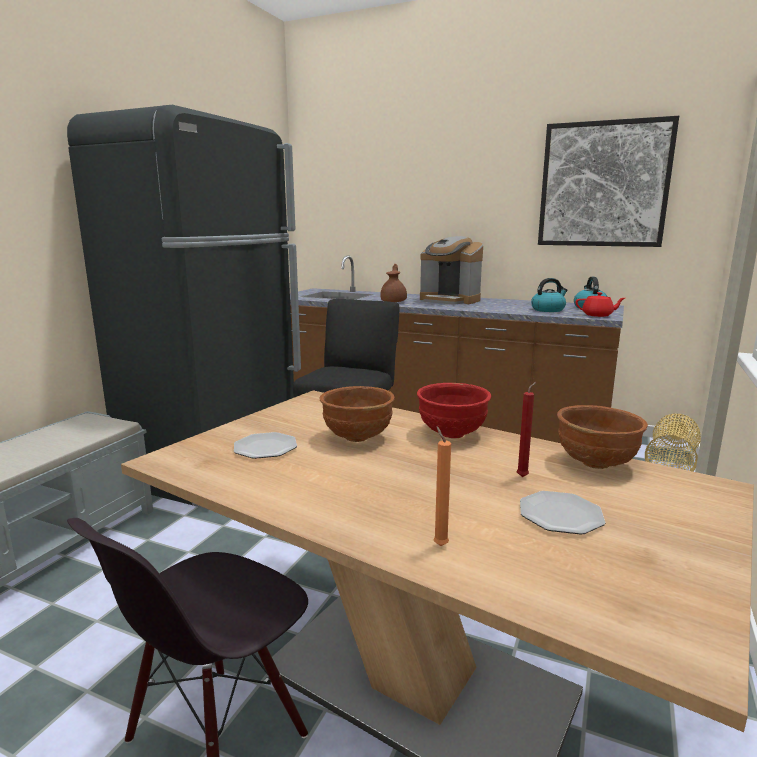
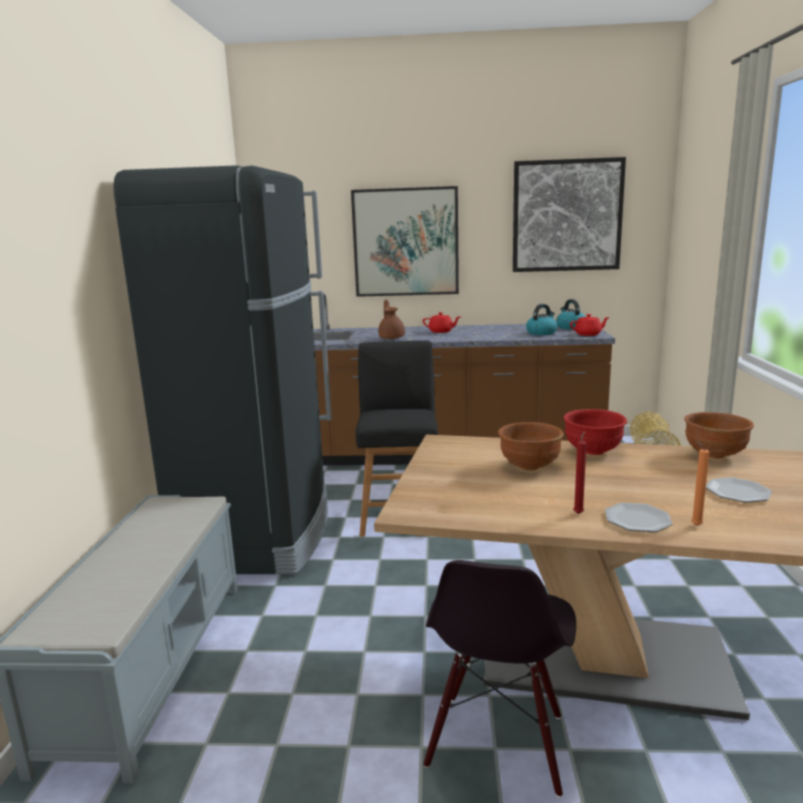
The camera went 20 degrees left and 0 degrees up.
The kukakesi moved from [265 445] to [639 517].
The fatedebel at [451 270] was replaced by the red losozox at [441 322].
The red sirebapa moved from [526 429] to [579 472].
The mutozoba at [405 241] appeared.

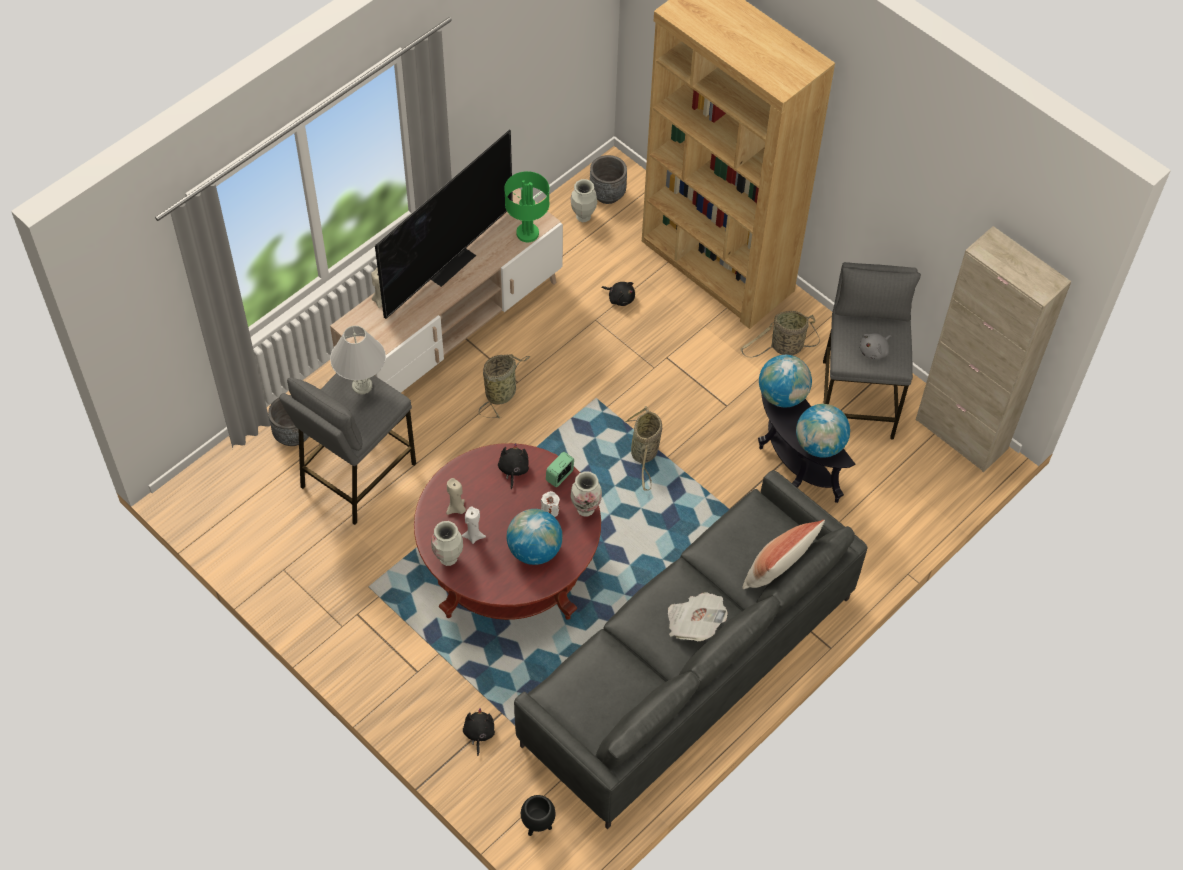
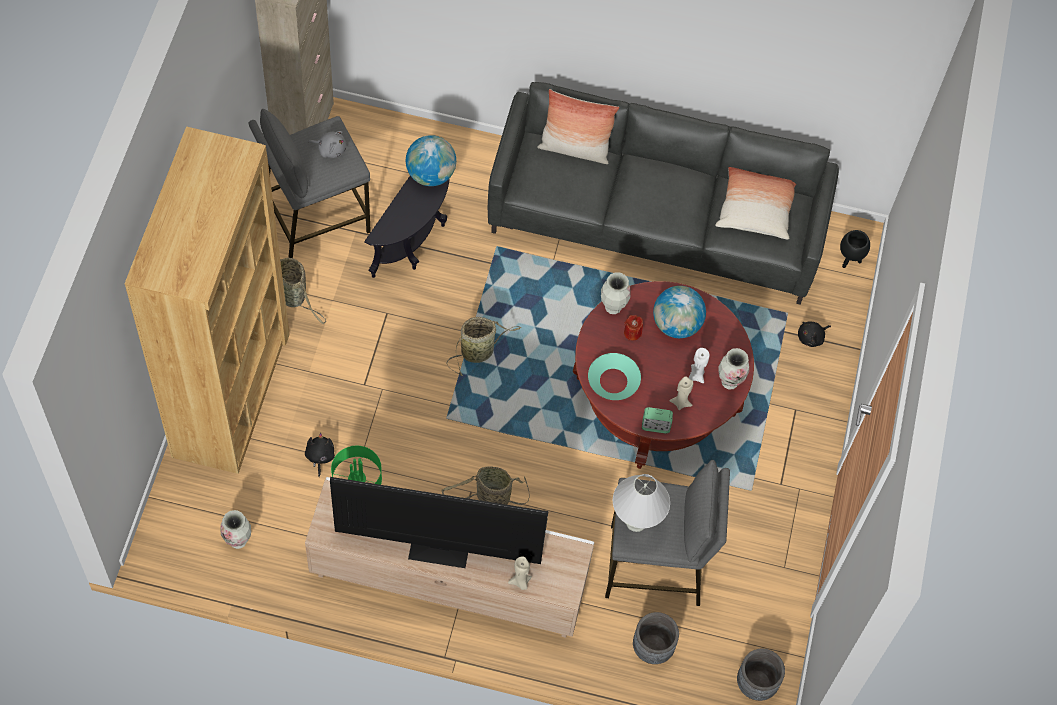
The camera went 125 degrees left and 5 degrees up.
The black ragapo at [513 466] was replaced by the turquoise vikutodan at [614 376].
The white sirebapa at [550 504] became the red sirebapa at [633 328].
The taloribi moved from [560 469] to [657 420].
The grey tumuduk moved from [608 179] to [761 675].
The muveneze at [698 616] disappeared.
The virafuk at [785 381] disappeared.
The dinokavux at [755 203] appeared.

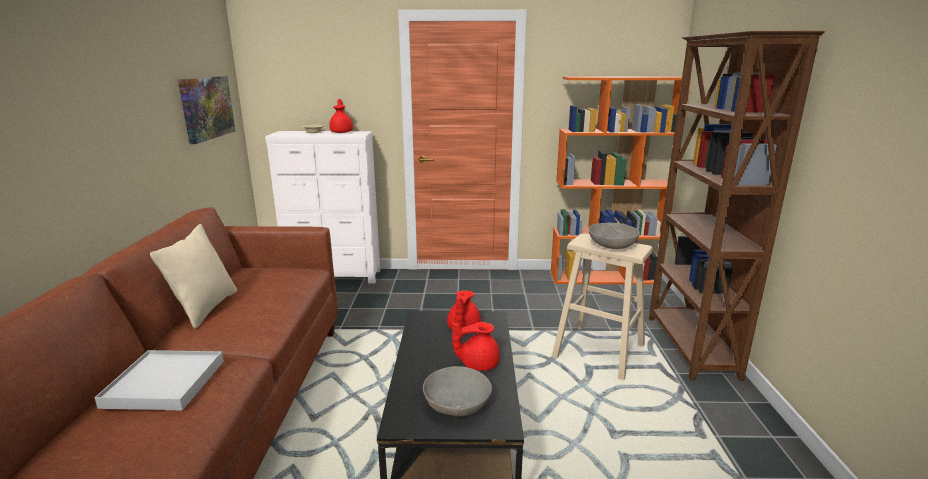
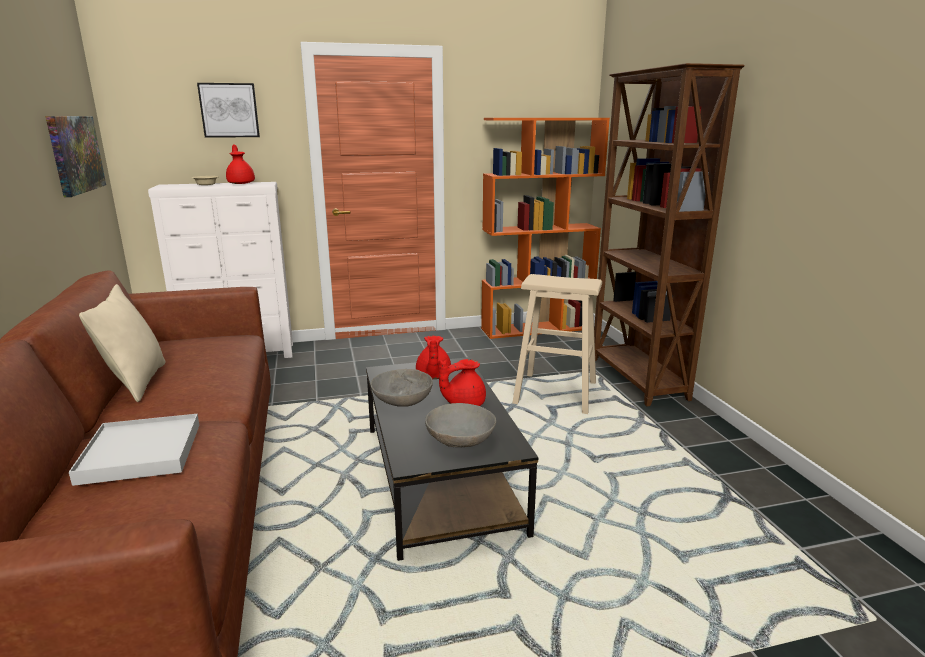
The camera went 15 degrees left and 0 degrees up.
The grey vikutodan moved from [614 236] to [401 388].
The mutozoba at [228 110] appeared.

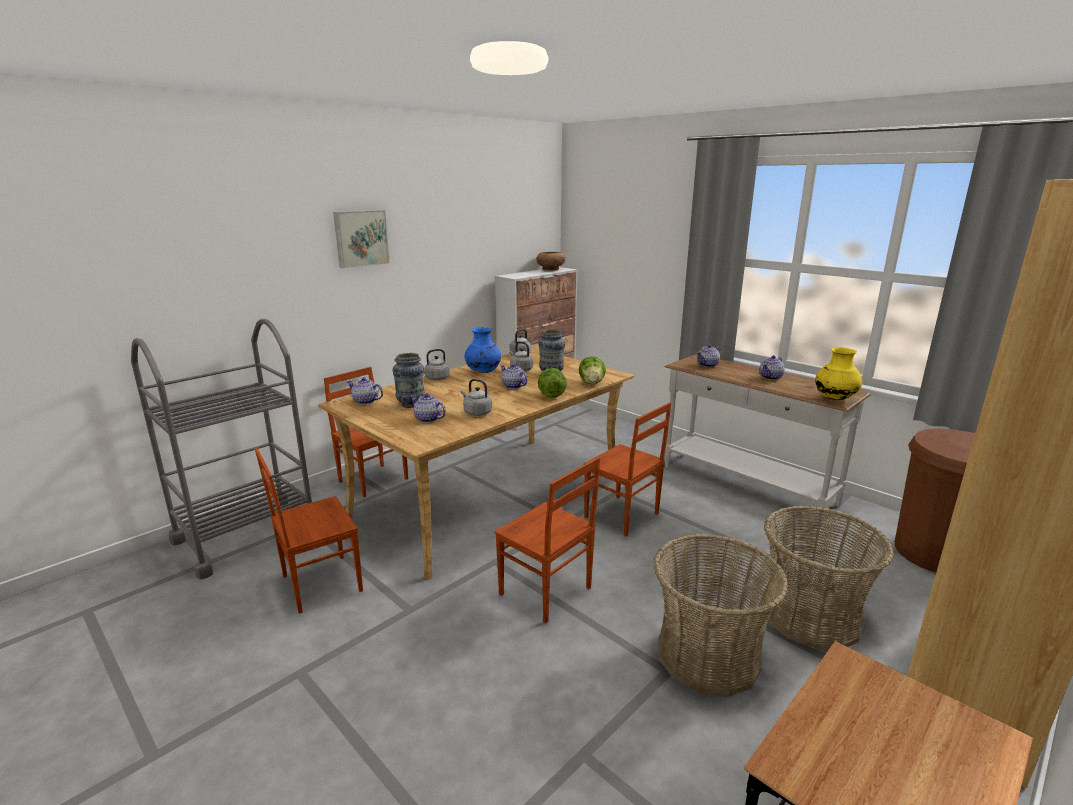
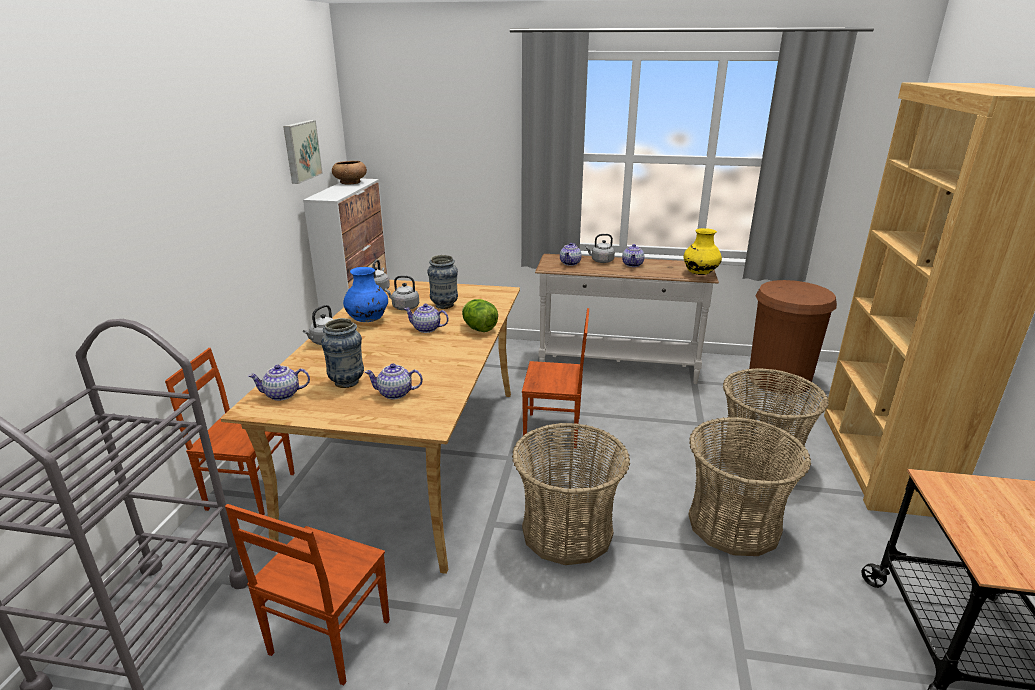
The camera went 35 degrees left and 5 degrees up.
The mutozoba moved from [361 239] to [303 152].
The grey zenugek moved from [476 397] to [600 248].
The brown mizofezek at [547 540] was replaced by the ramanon at [571 494].
The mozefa at [592 370] disappeared.

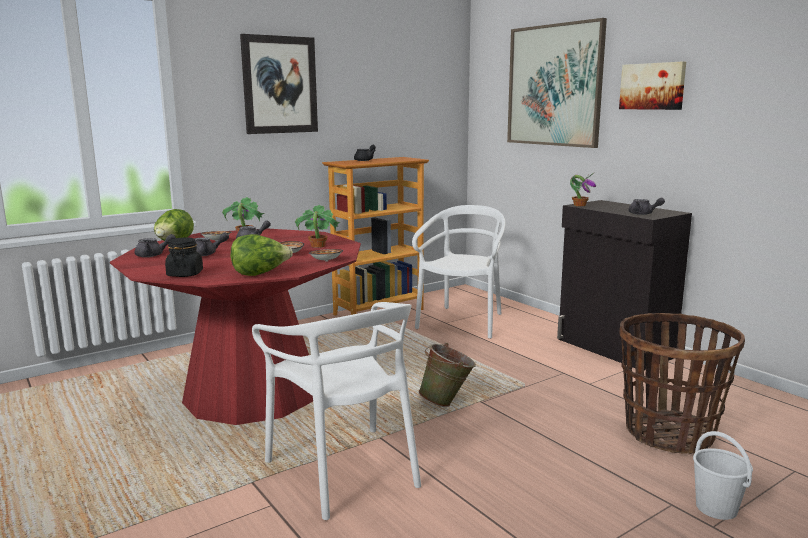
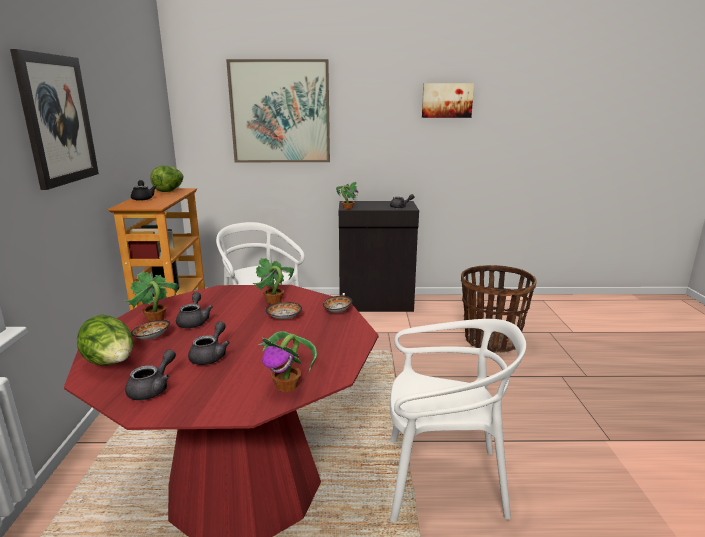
The camera went 55 degrees left and 5 degrees up.
The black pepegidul at [184 257] was replaced by the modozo at [287 361].
The mozefa moved from [261 255] to [166 178].
The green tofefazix at [447 375] disappeared.
The mutozoba moved from [652 85] to [448 100].
The white tofefazix at [723 475] disappeared.

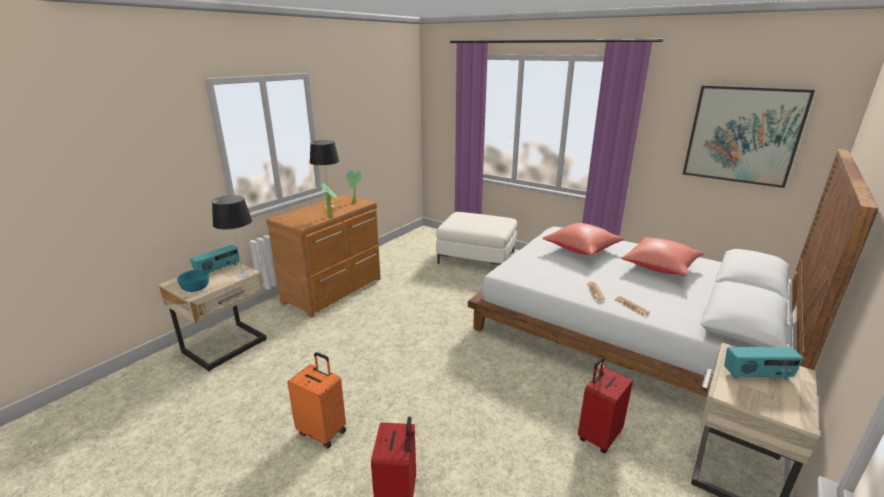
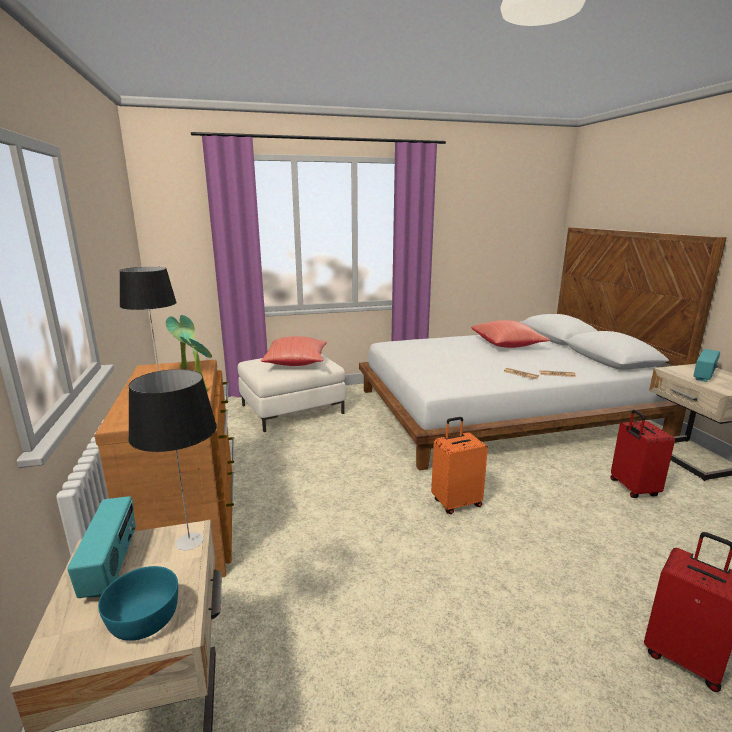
The camera went 50 degrees left and 5 degrees down.
The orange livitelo moved from [316 400] to [459 465].
The red dinokavux moved from [583 239] to [294 351].
The mutozoba at [749 136] disappeared.

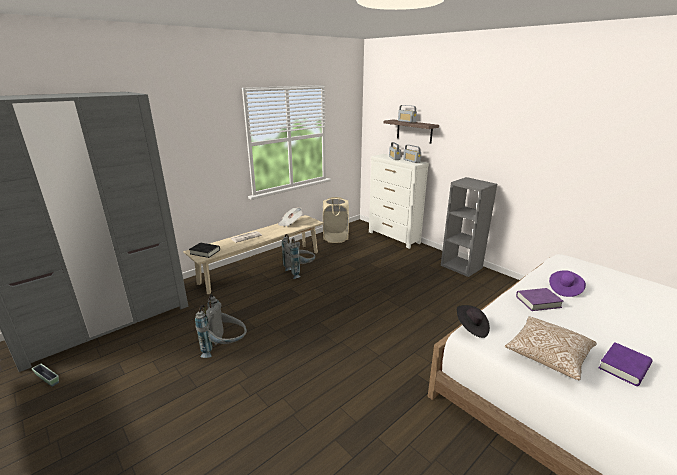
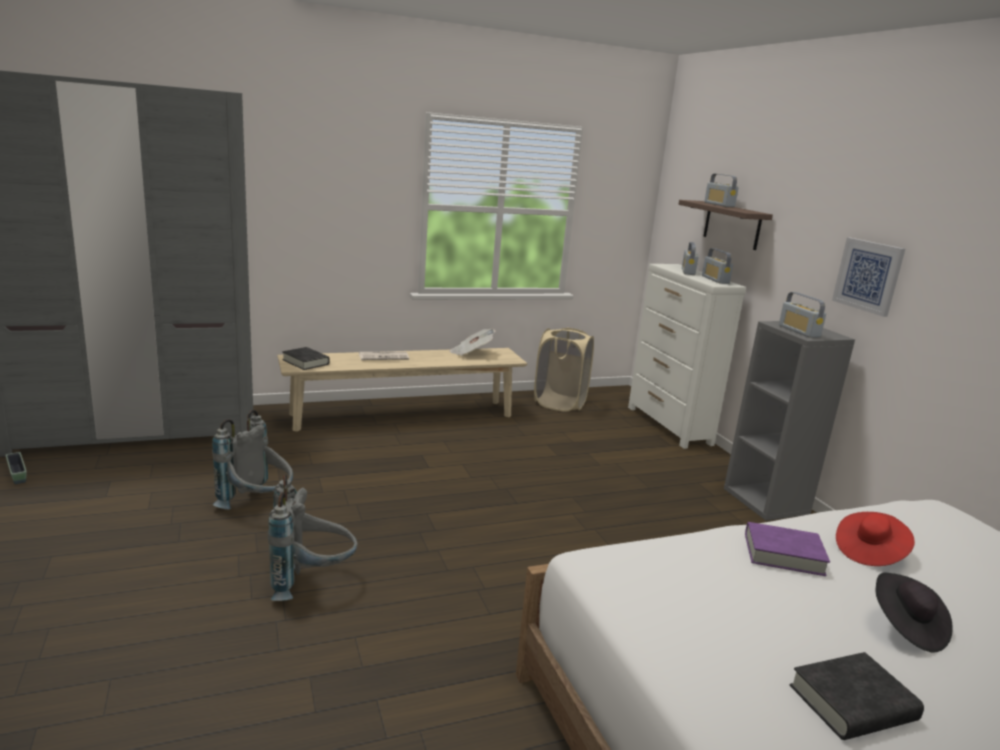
The camera went 20 degrees right and 5 degrees down.
The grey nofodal moved from [299 256] to [313 537].
The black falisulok moved from [473 321] to [914 612].
The dinokavux at [551 348] disappeared.
The purple falisulok at [567 283] became the red falisulok at [875 539].
The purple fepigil at [626 364] became the black fepigil at [857 696].
The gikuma at [802 315] appeared.
The mutozoba at [868 277] appeared.

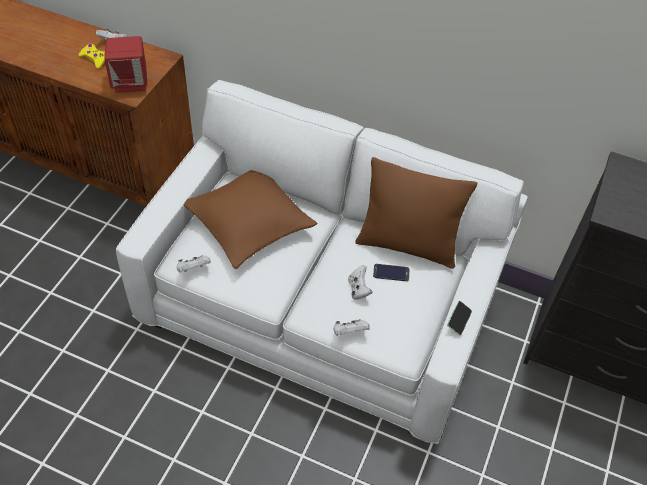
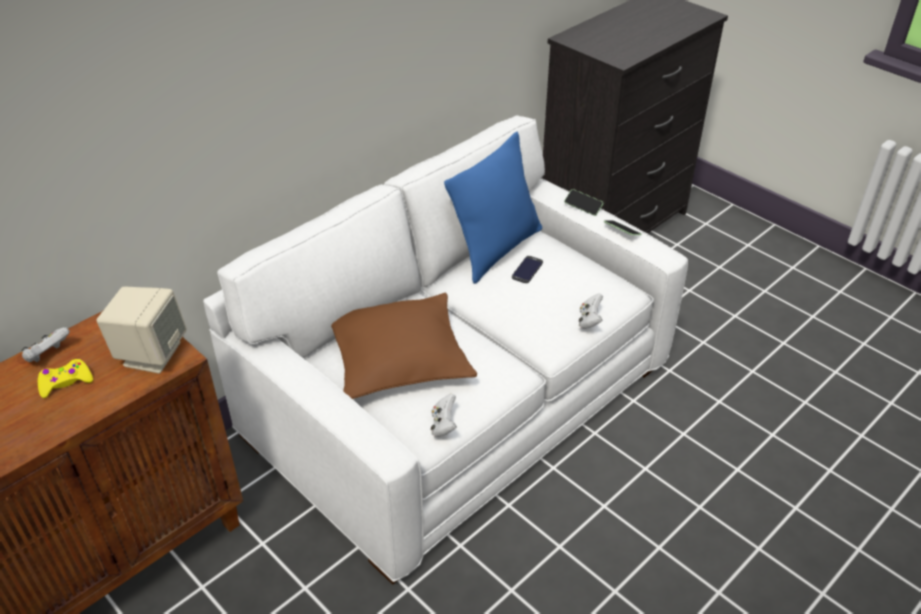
The camera went 65 degrees left and 10 degrees down.
The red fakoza at [125 64] became the beige fakoza at [142 330].
The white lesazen at [360 282] disappeared.
The brown dinokavux at [416 213] became the blue dinokavux at [493 207].
The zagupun at [583 202] appeared.

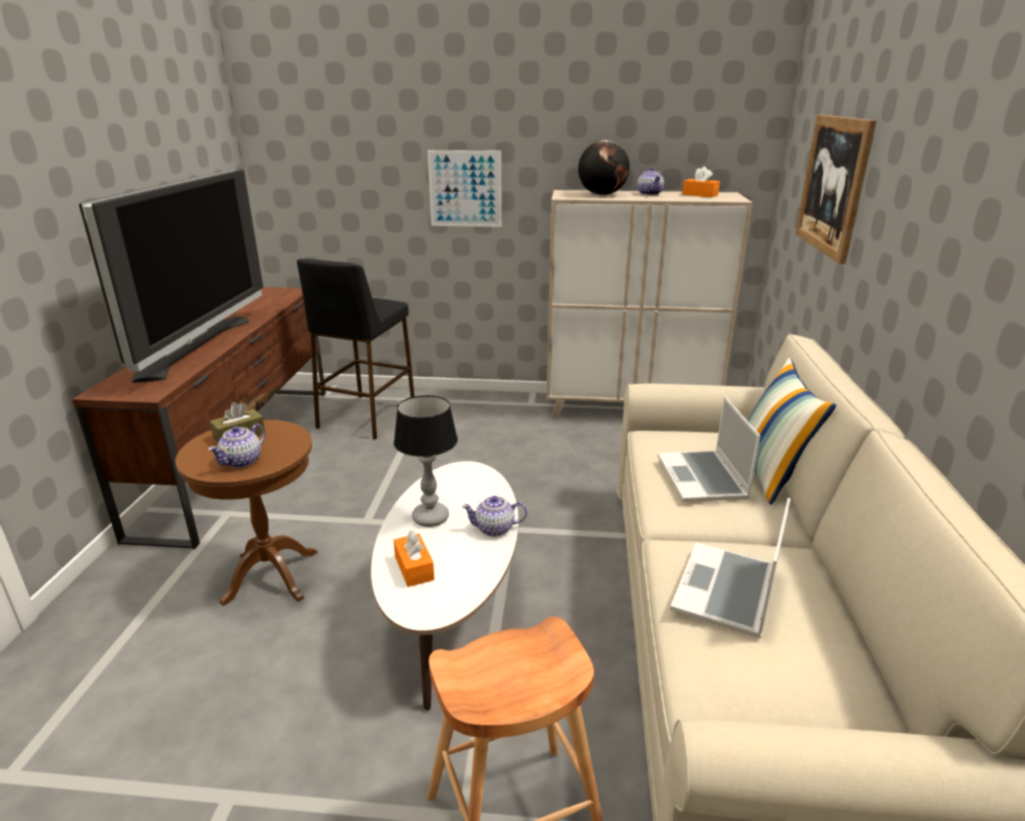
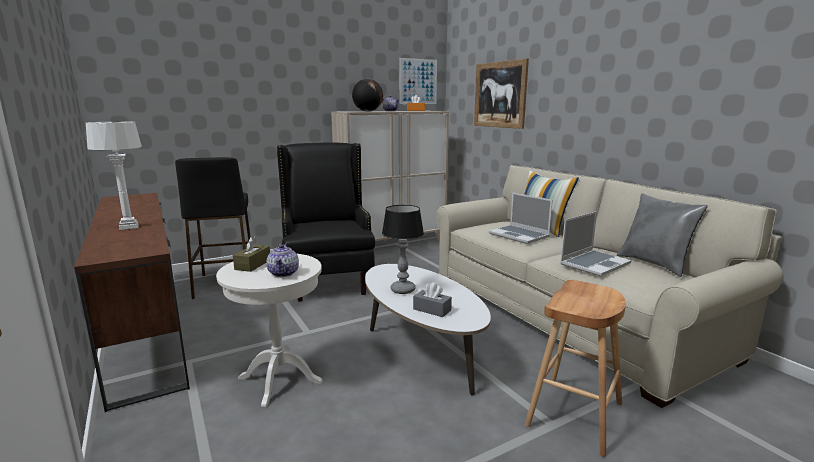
The camera went 35 degrees left and 10 degrees down.
The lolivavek at [171 276] was replaced by the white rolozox at [114 175].
The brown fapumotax at [246 513] became the white fapumotax at [269 330].
The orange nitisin at [414 558] became the grey nitisin at [432 299].
The mutozoba moved from [464 188] to [418 81].
The losozox at [494 516] disappeared.
The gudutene at [730 567] turned 120 degrees counterclockwise.
The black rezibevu at [326 222] appeared.
The grey dinokavux at [662 235] appeared.

